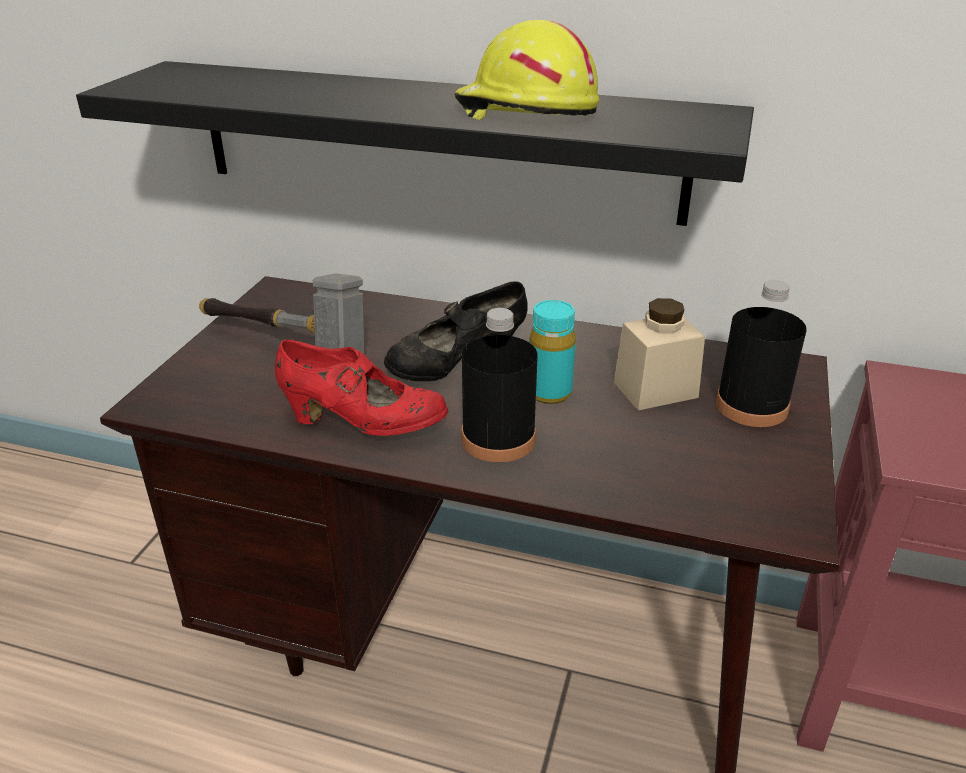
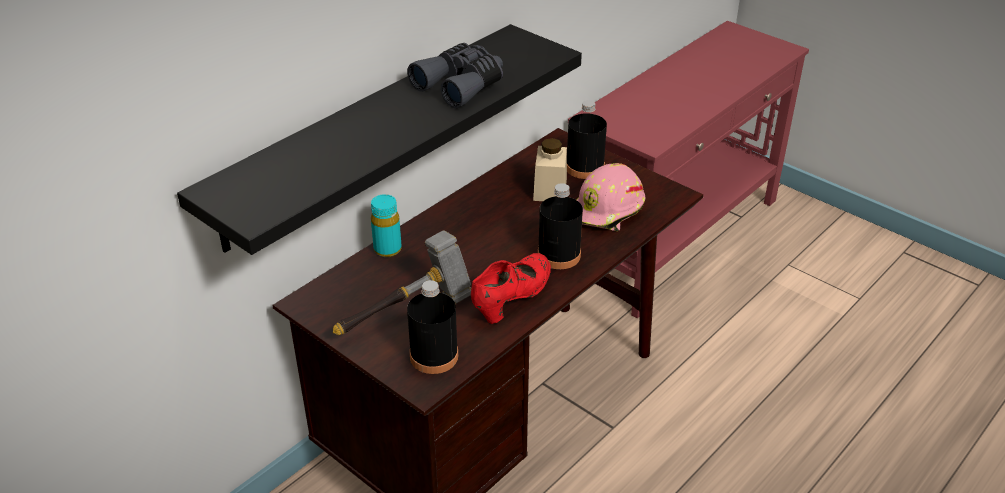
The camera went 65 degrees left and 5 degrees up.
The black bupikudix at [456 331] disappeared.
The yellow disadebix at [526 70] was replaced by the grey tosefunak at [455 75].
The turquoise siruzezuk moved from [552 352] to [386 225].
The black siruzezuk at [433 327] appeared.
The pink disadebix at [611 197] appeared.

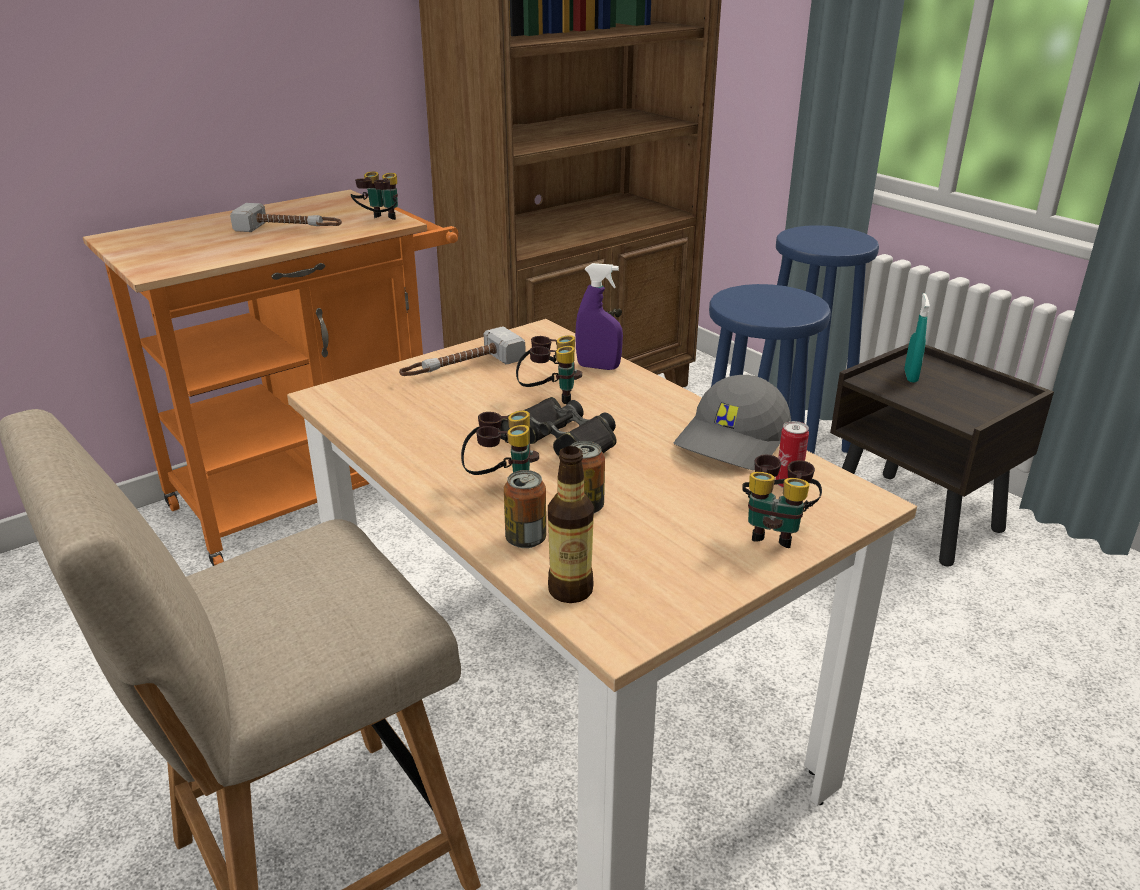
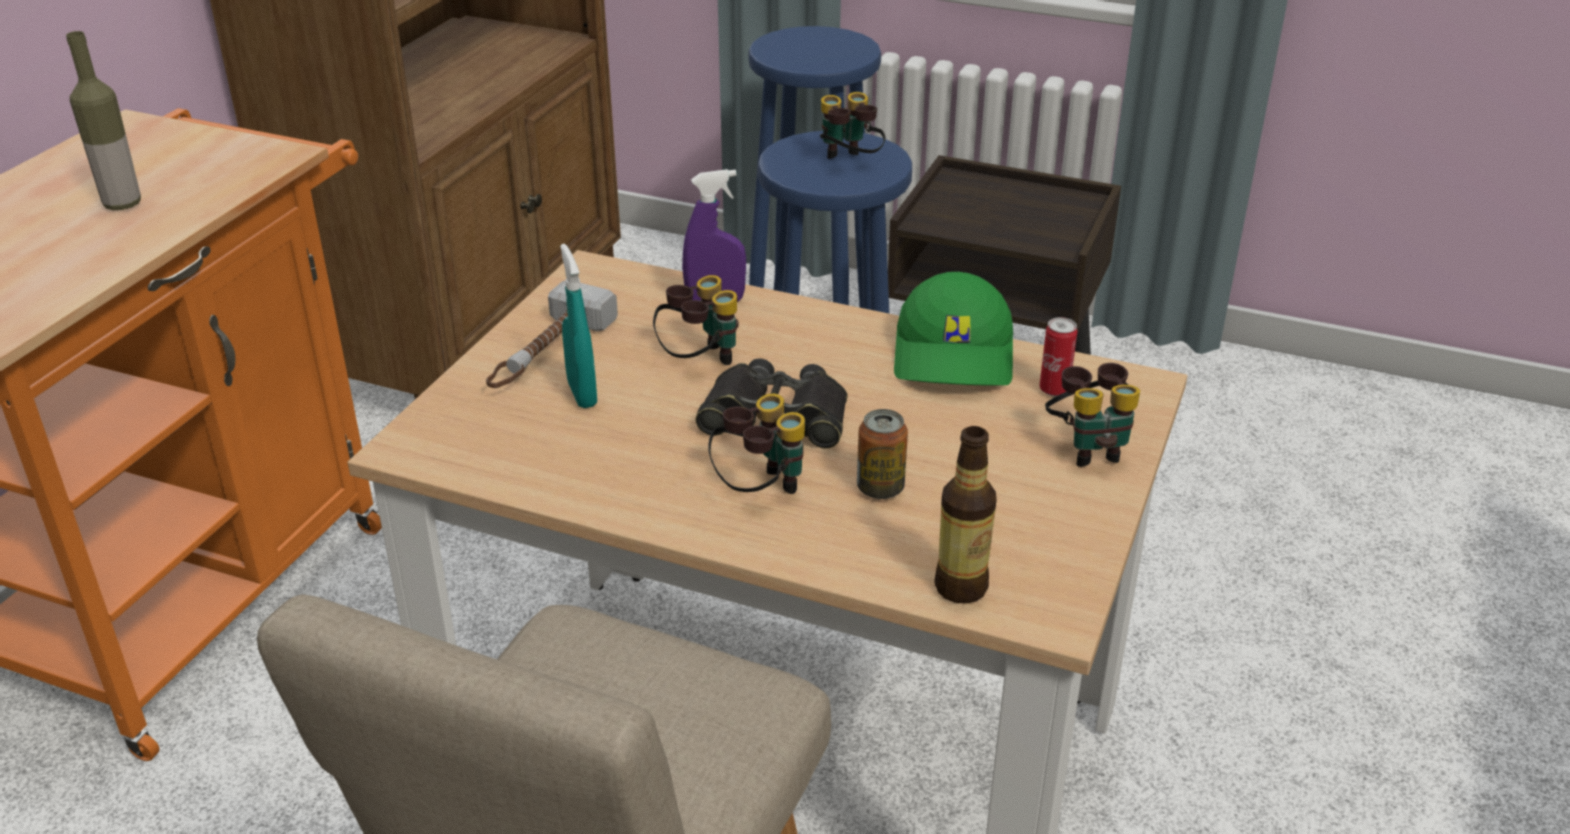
The camera went 30 degrees left and 5 degrees up.
The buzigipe at [286 217] was replaced by the siruzezuk at [103 120].
The tosefunak moved from [374 196] to [853 125].
The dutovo at [525 509] disappeared.
The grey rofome at [732 422] became the green rofome at [953 329].
The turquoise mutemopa moved from [917 337] to [578 326].

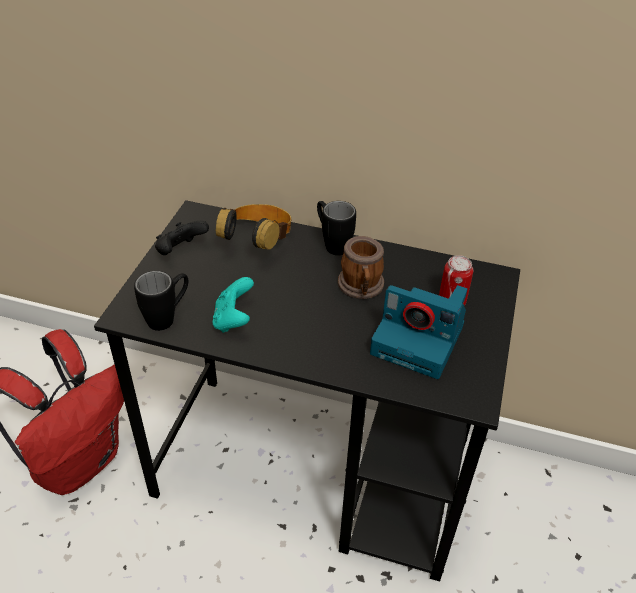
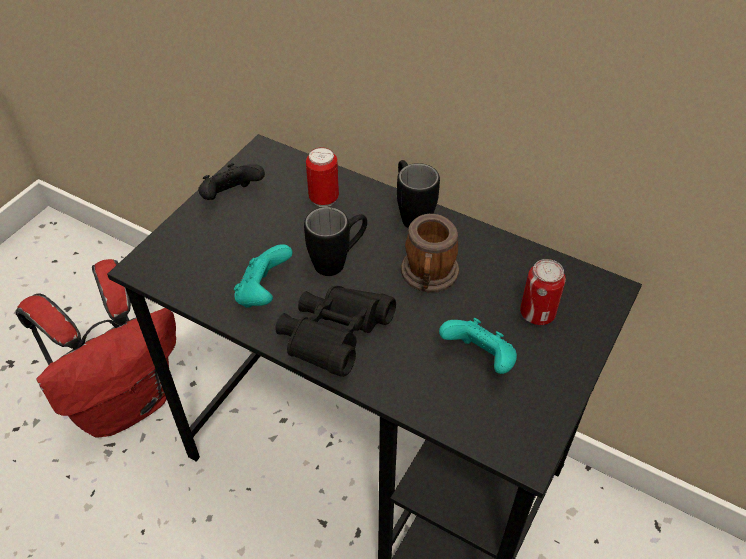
The camera went 15 degrees right and 5 degrees up.
The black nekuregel moved from [161 301] to [335 241].
The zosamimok at [253 227] was replaced by the dutovo at [322 177].
The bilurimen at [418 332] was replaced by the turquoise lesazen at [478 346].
The black tosefunak at [336 331] appeared.

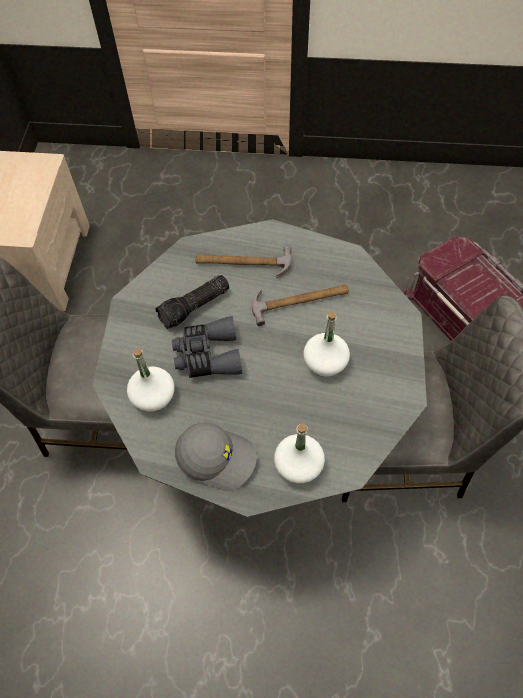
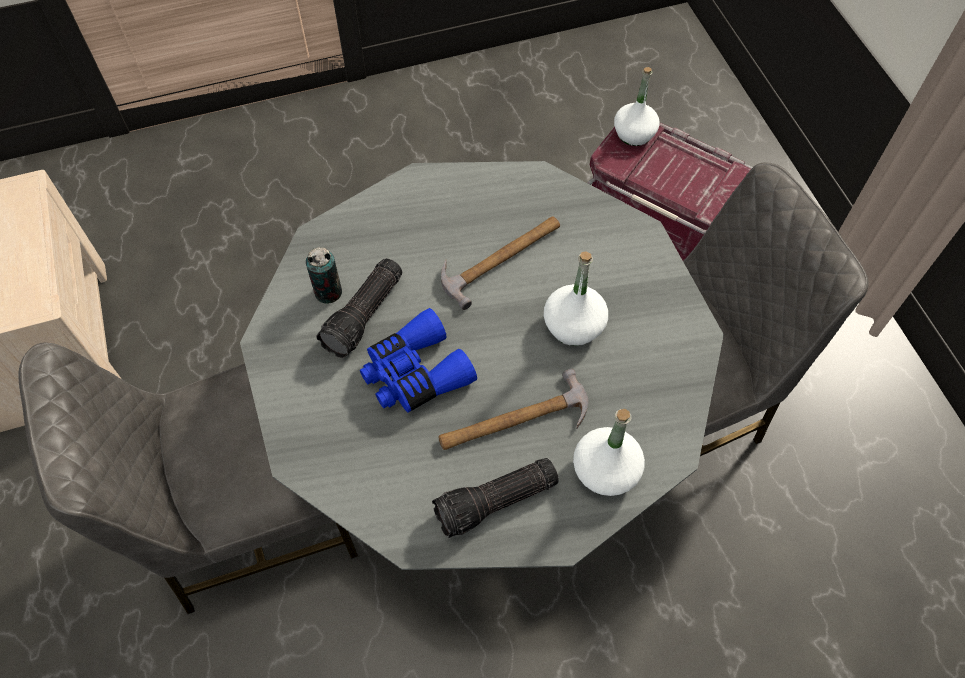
The camera went 25 degrees left and 0 degrees up.
The white siruzezuk moved from [151 380] to [636 106].
The grey tosefunak at [207 347] became the blue tosefunak at [418 360].
The grey rofome at [216 457] was replaced by the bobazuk at [495 498].
The buzigipe moved from [244 262] to [513 409].
The dutovo at [324 275] appeared.

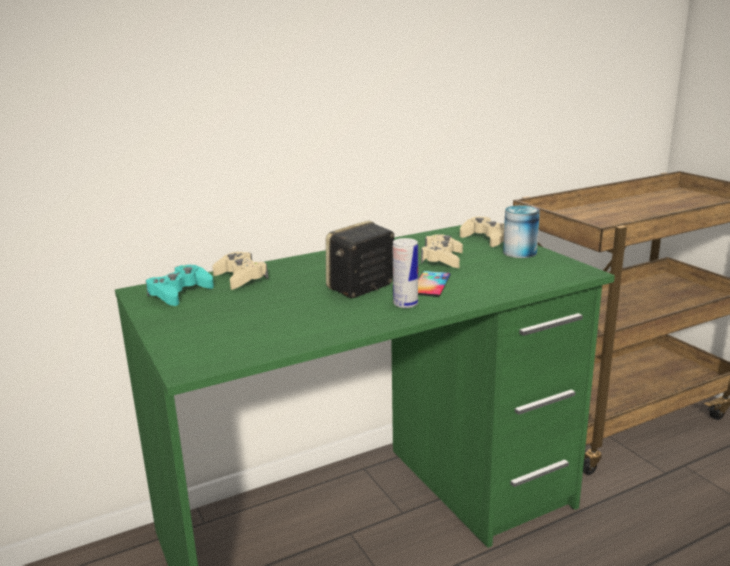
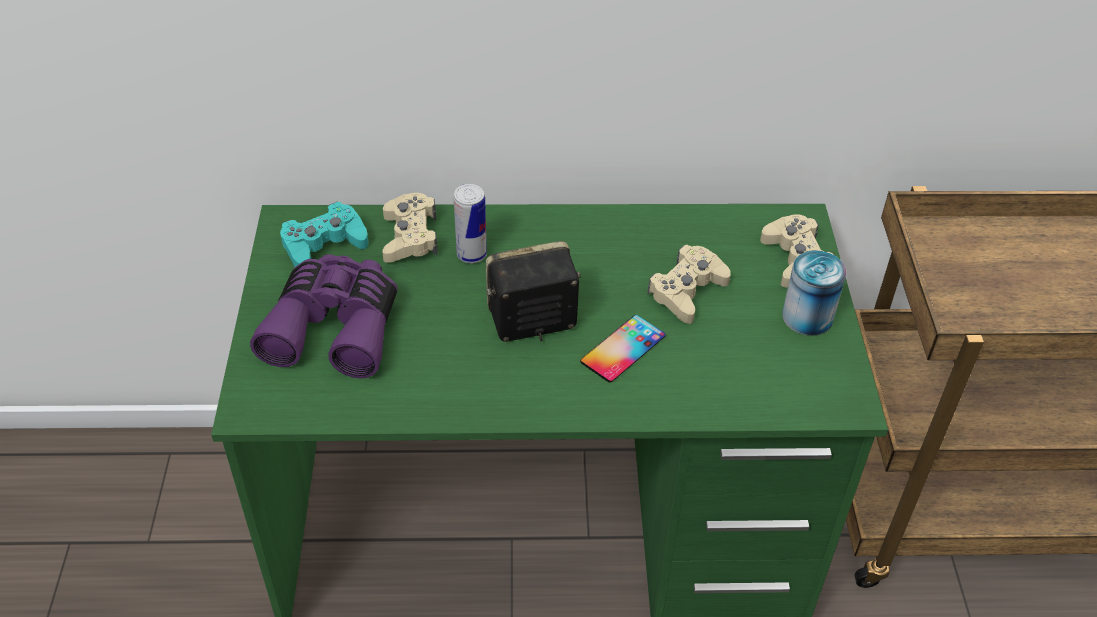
The camera went 25 degrees right and 25 degrees up.
The dutovo moved from [405 273] to [470 223].
The purple tosefunak at [323 316] appeared.

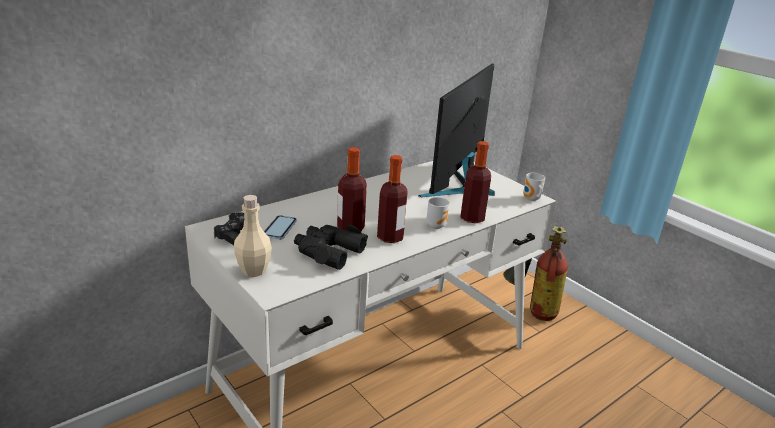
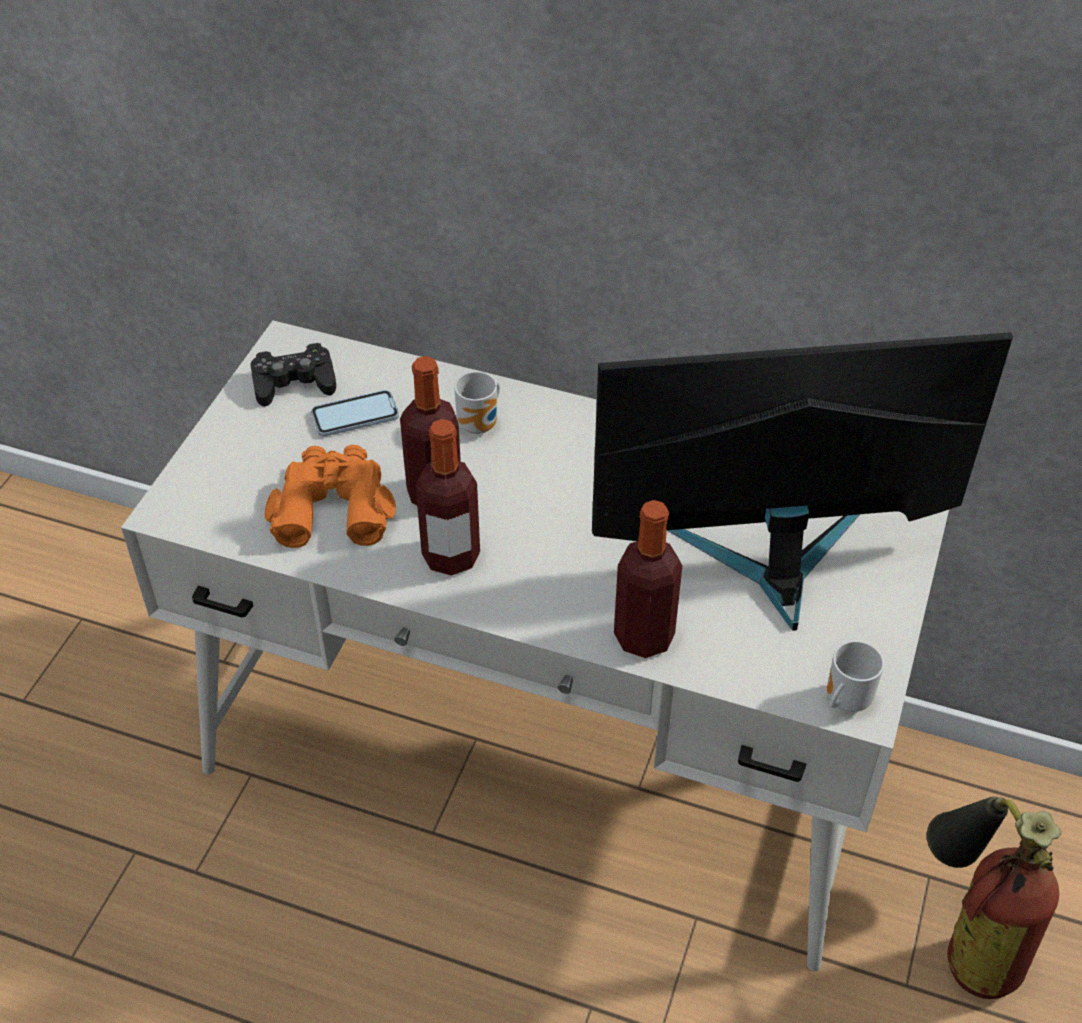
The camera went 60 degrees right and 20 degrees up.
The beige siruzezuk at [253 236] disappeared.
The black tosefunak at [331 247] became the orange tosefunak at [330 496].
The nekuregel moved from [438 213] to [477 402].

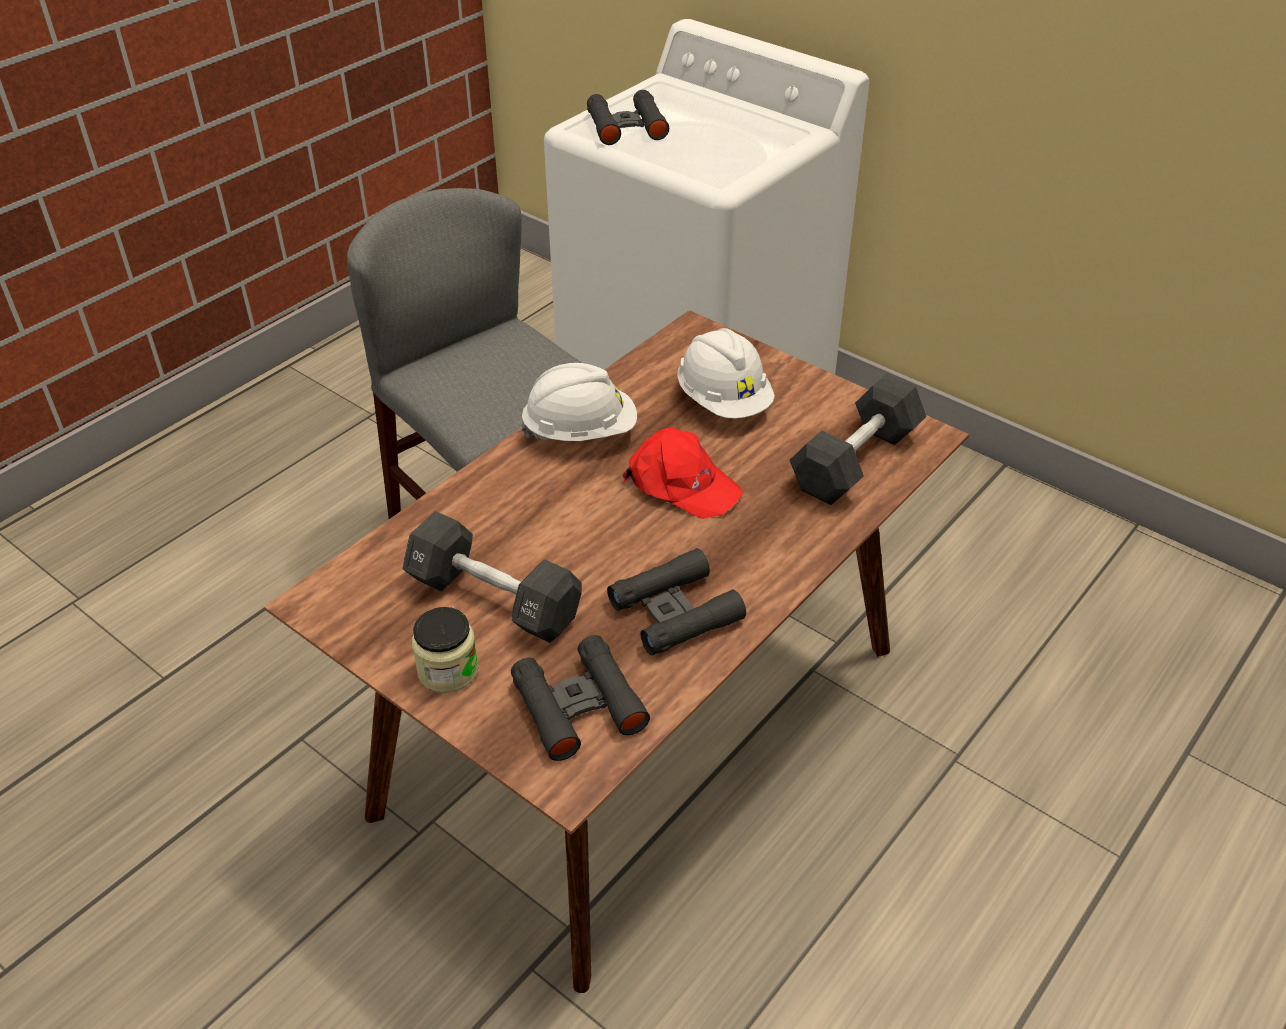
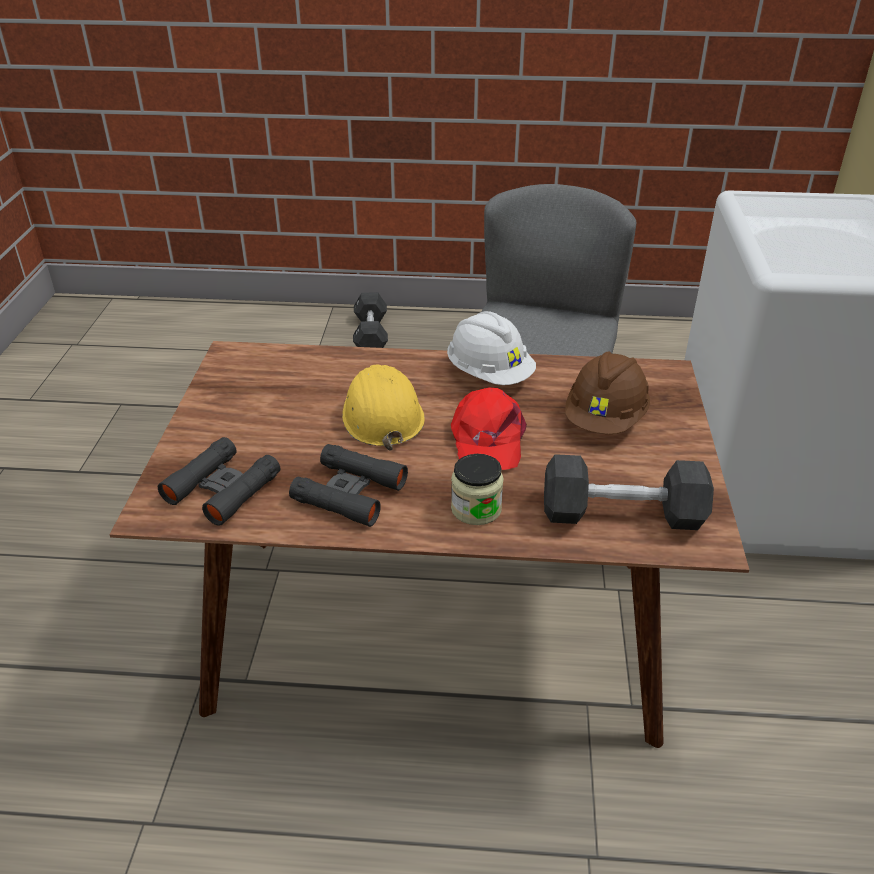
The camera went 55 degrees right and 5 degrees down.
The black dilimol moved from [492 577] to [370 320].
The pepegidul moved from [445 650] to [477 489].
The black tosefunak at [628 117] disappeared.
The white disadebix at [726 373] became the brown disadebix at [607 392].
The yellow disadebix at [383 407] appeared.

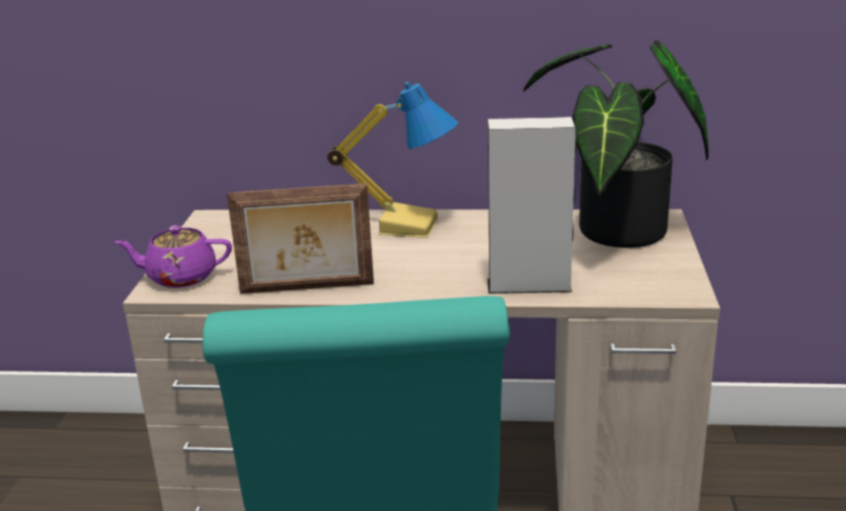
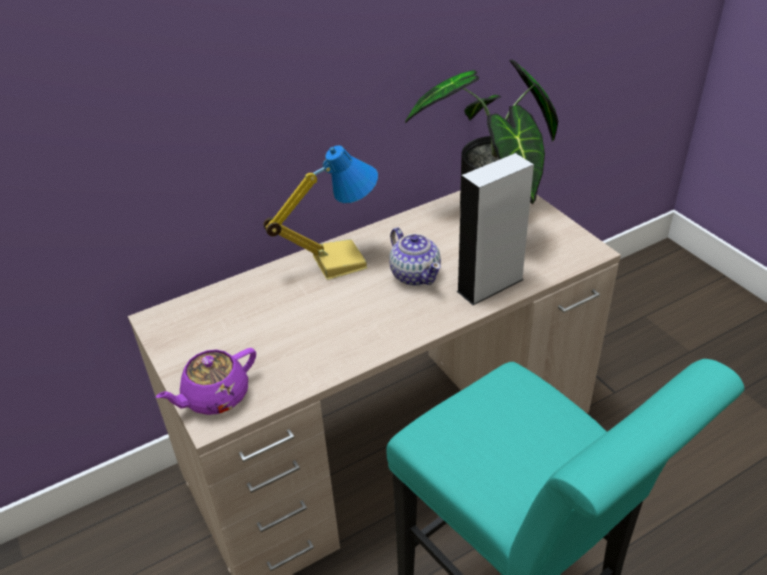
The camera went 35 degrees left and 15 degrees up.
The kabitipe at [300 238] disappeared.
The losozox at [415 257] appeared.

